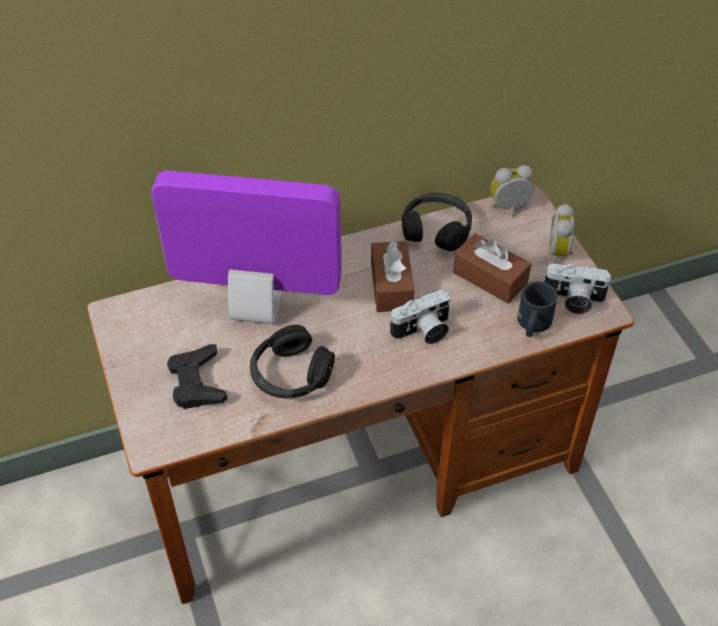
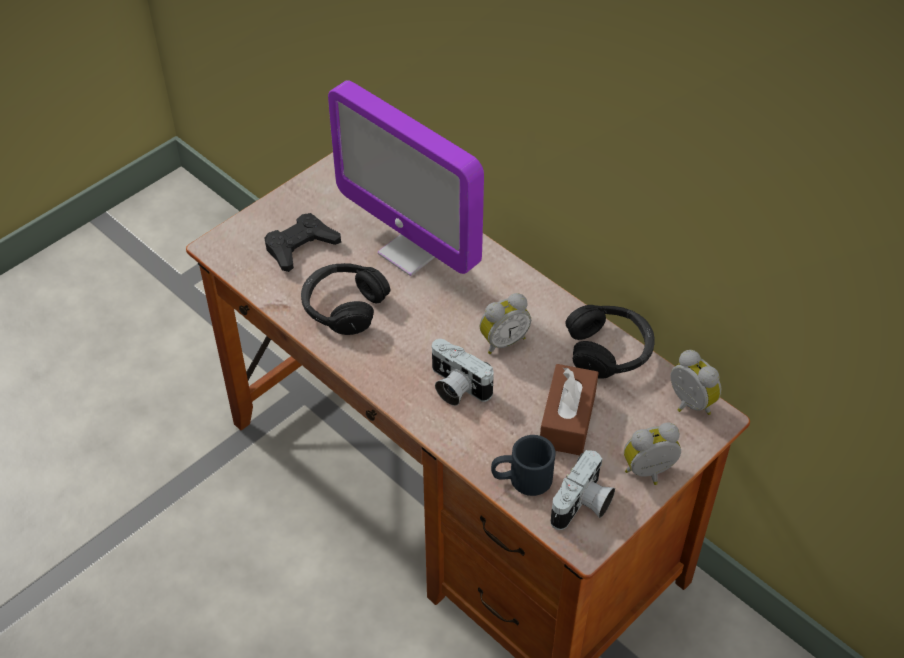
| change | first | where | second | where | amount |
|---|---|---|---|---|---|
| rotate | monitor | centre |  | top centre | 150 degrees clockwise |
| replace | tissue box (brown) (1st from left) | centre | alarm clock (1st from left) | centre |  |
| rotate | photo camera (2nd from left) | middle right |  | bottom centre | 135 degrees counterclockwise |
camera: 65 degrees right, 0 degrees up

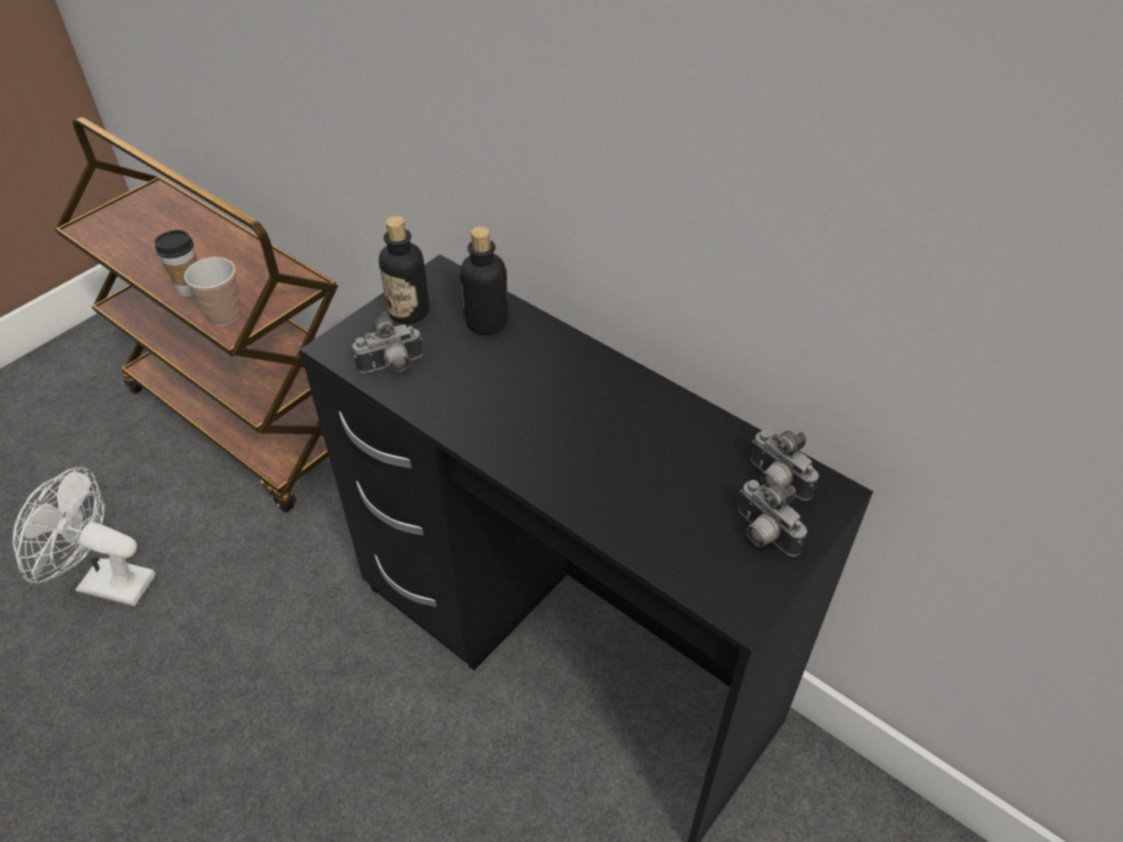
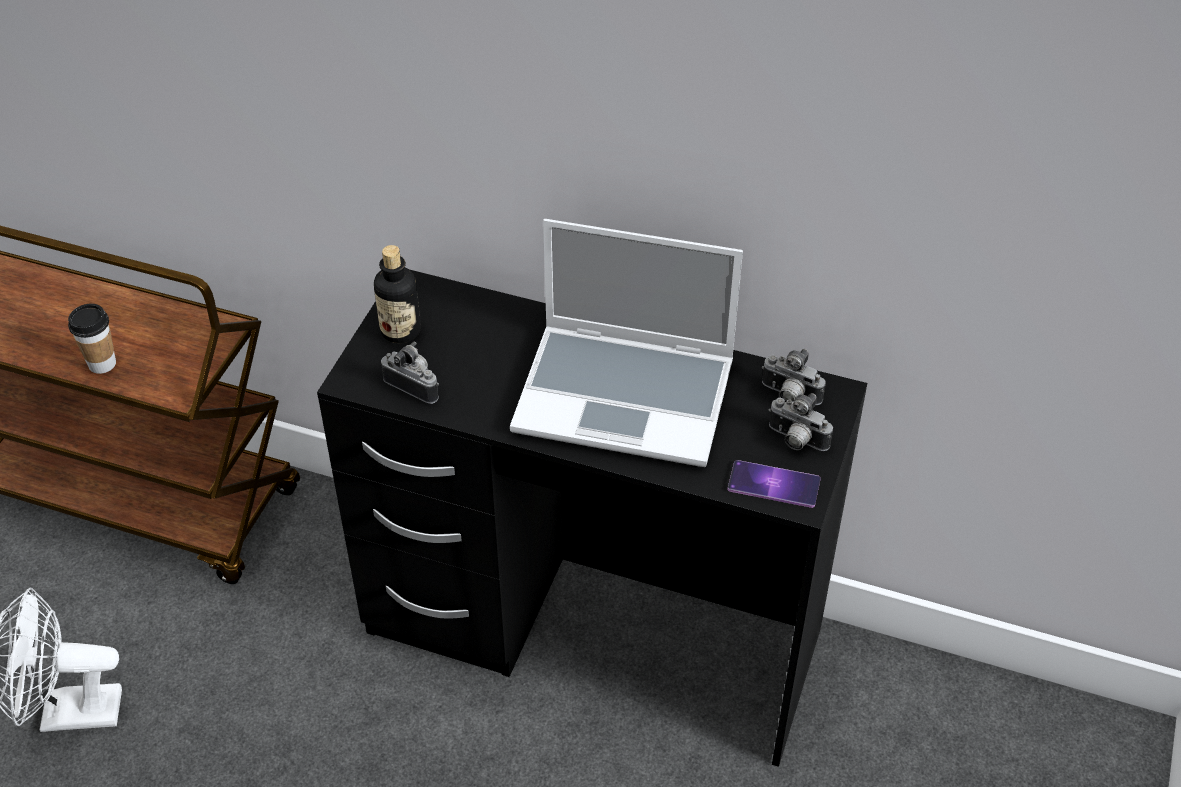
| change | first | where | second | where | amount |
|---|---|---|---|---|---|
| delete | bottle (2nd from left) | centre |  |  |  |
| delete | cup (2nd from left) | middle left |  |  |  |
| rotate | photo camera (1st from left) | centre |  | centre | 105 degrees counterclockwise |
| insert |  |  | laptop | centre |  |
| insert |  |  | phone | centre |  |
camera: 20 degrees left, 0 degrees up

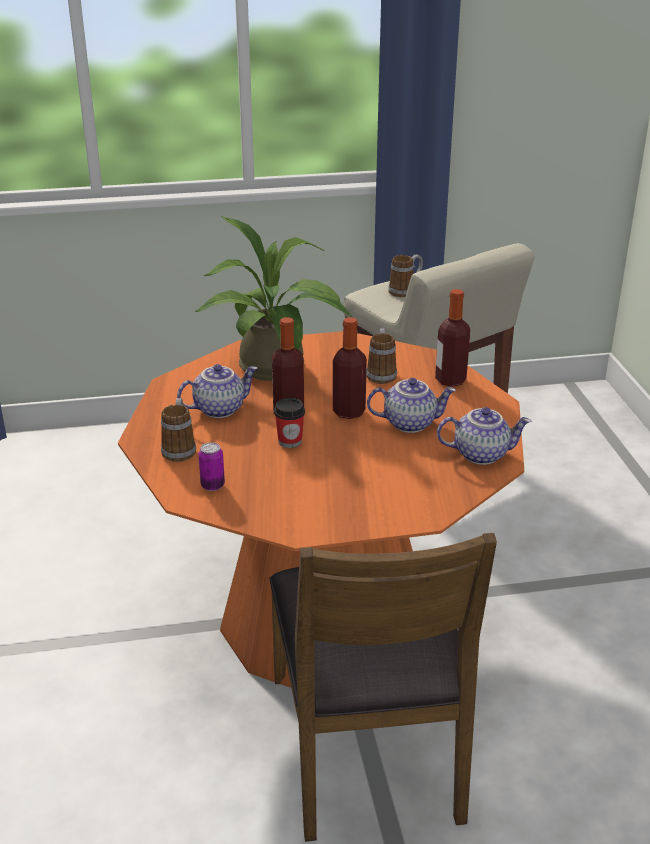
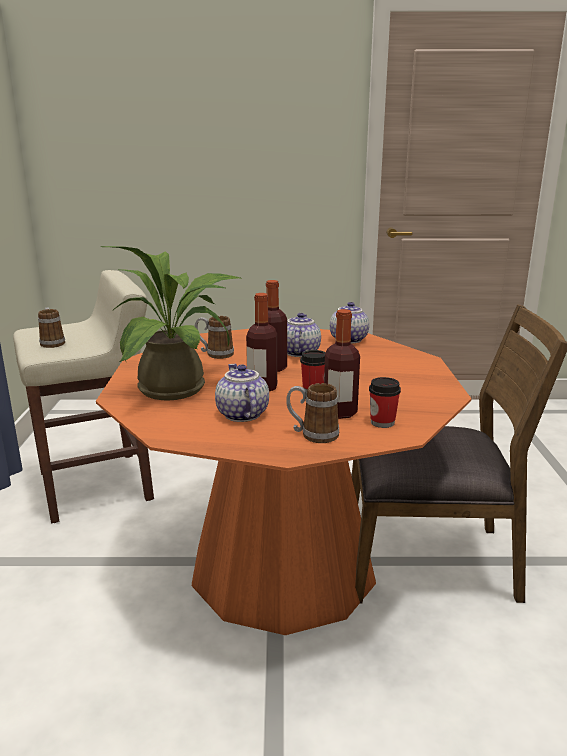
| change | first | where | second | where | amount |
|---|---|---|---|---|---|
| move | bottle (3rd from left) | middle right |  | centre |  |
| replace | can | middle left | cup (2nd from left) | middle right |  |
camera: 80 degrees left, 10 degrees down

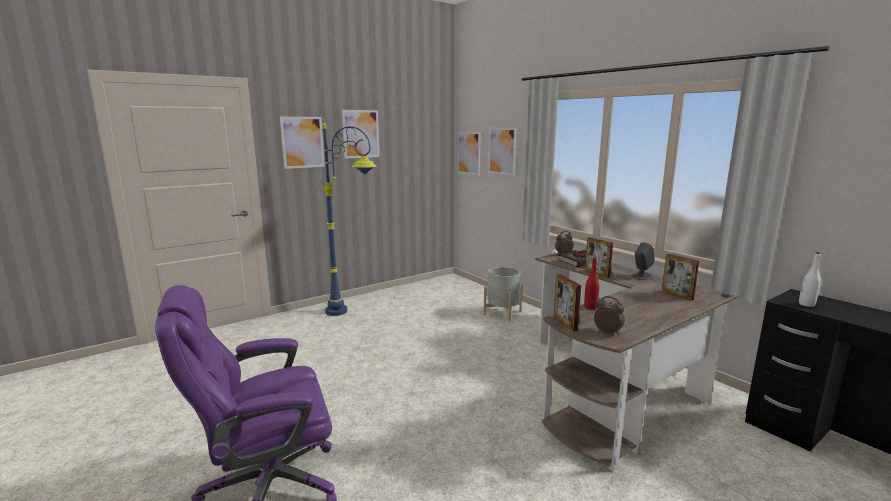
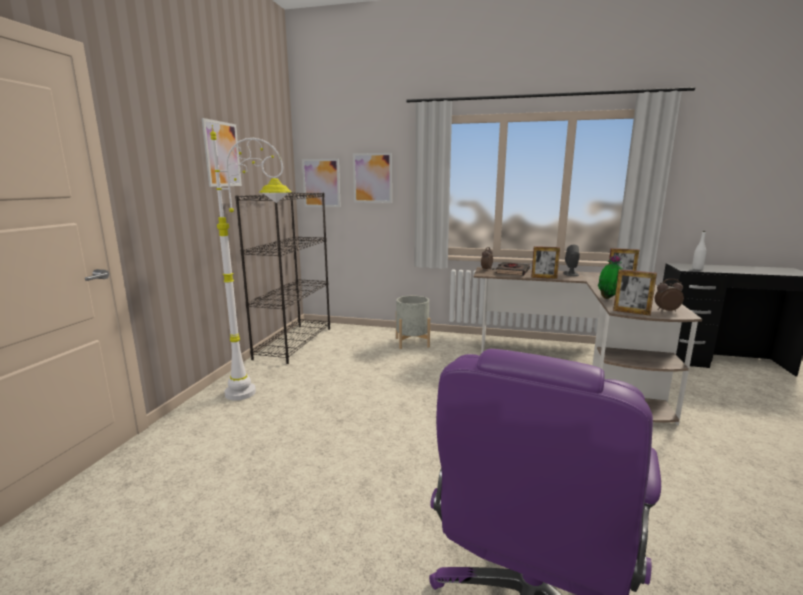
| change | first | where | second | where | amount |
|---|---|---|---|---|---|
| delete | picture (1st from left) | top centre |  |  |  |
| recolor | floor lamp (blue) | centre | floor lamp (white) | middle left |  |
| replace | bottle (red) | centre | potted plant | middle right |  |
| insert |  |  | bookcase (black) | centre |  |
camera: 40 degrees left, 0 degrees up

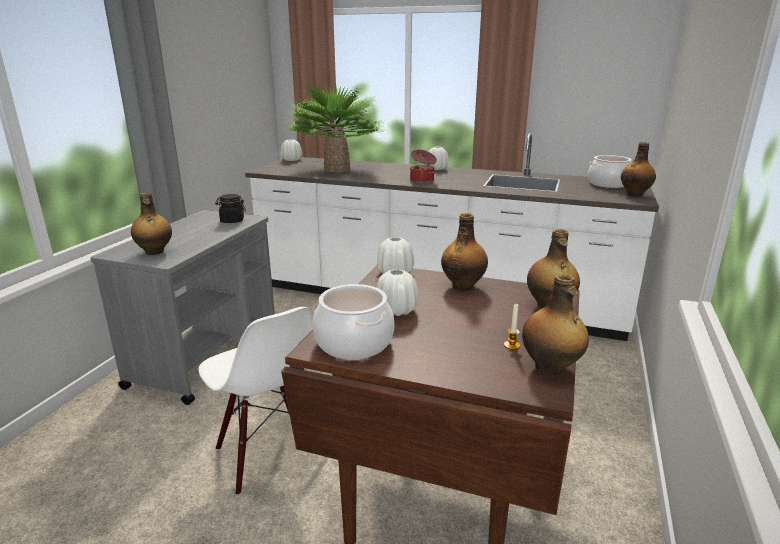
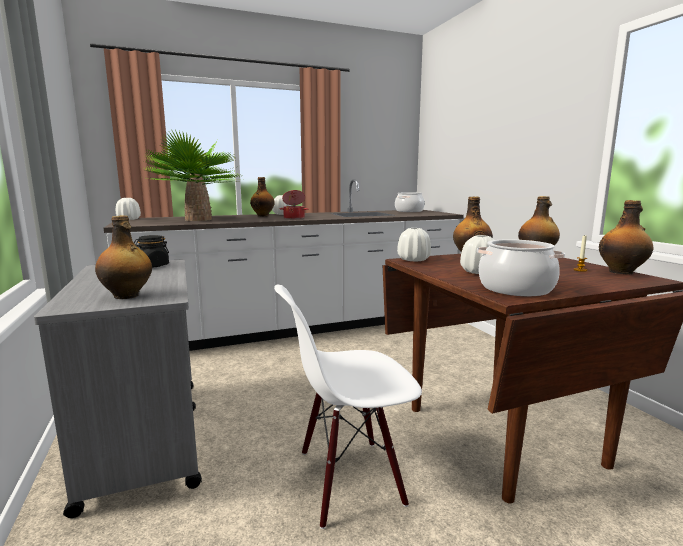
| change | first | where | second | where | amount |
|---|---|---|---|---|---|
| move | bottle (5th from left in the first image) | top right | bottle (2nd from left) | centre |  |
| rotate | chair (white) | bottom left |  | bottom centre | 150 degrees clockwise |
camera: 40 degrees left, 10 degrees down

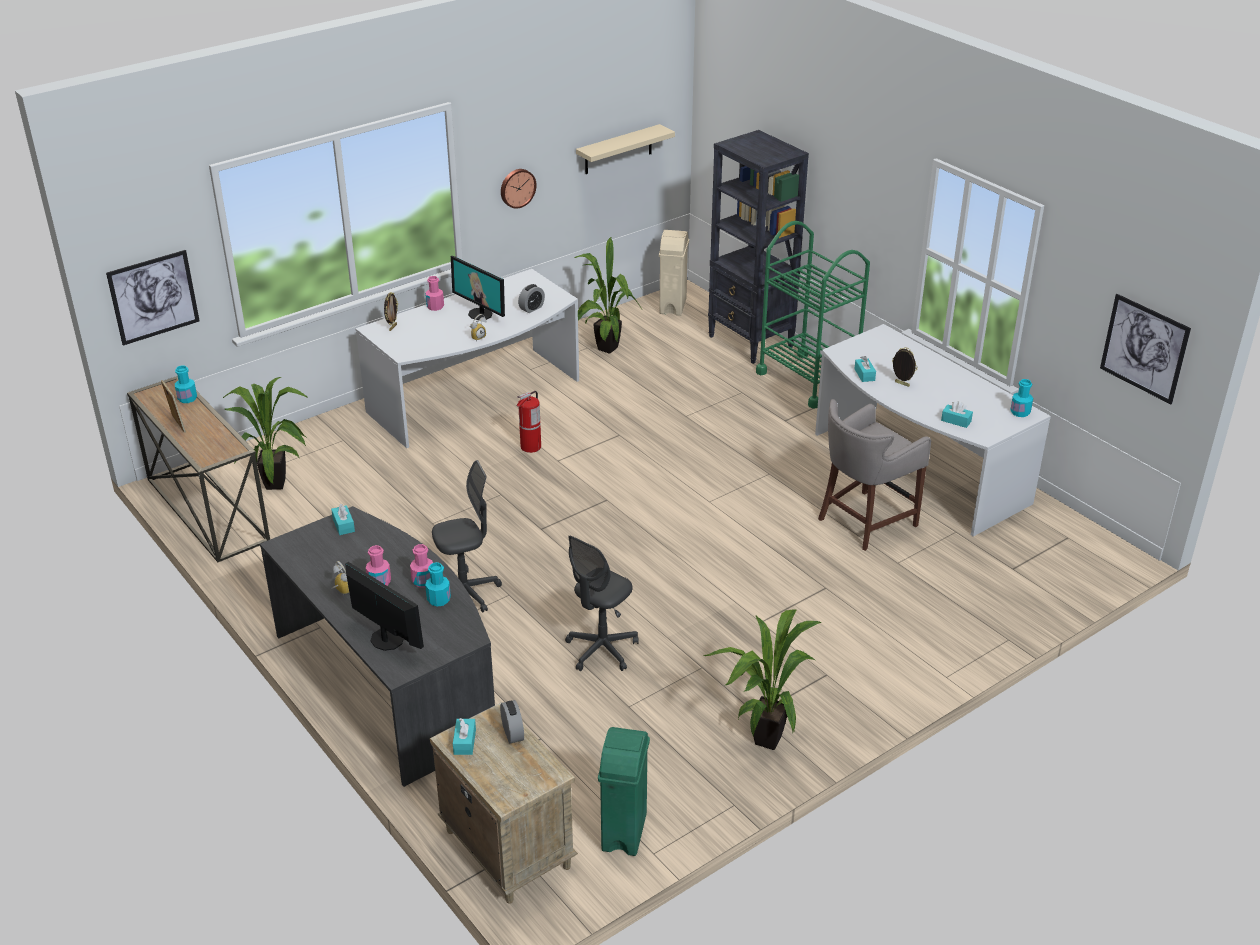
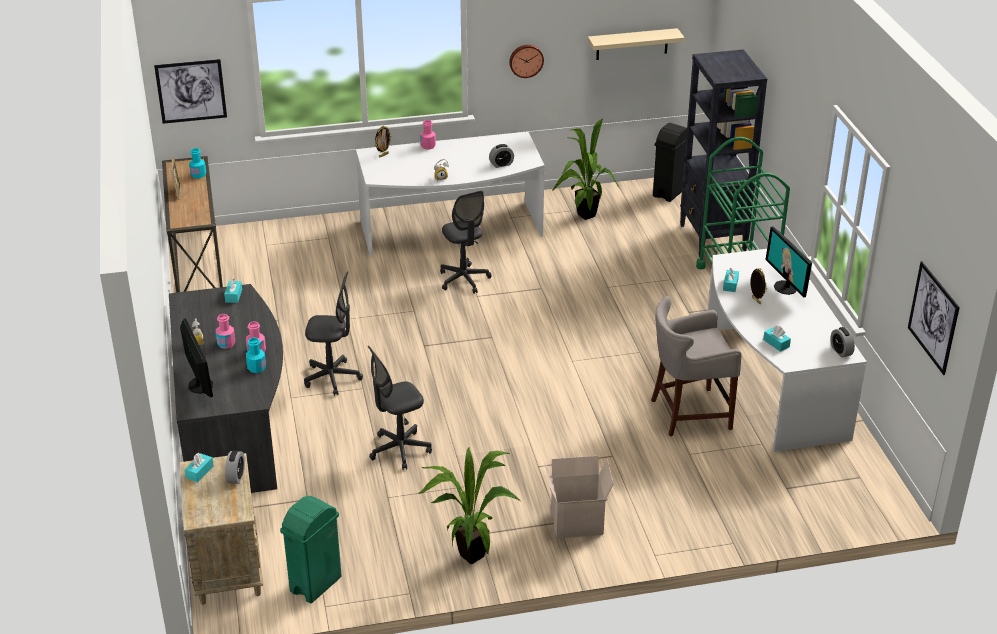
| change | first | where | second | where | amount |
|---|---|---|---|---|---|
| recolor | trash can (beige) | top centre | trash can (black) | top right |  |
| move | monitor (2nd from left) | top centre |  | middle right |  |
| delete | potted plant (1st from left) | middle left |  |  |  |
| replace | bottle (turquoise) (3rd from left) | middle right | alarm clock (5th from left) | middle right |  |
| replace | fire extinguisher | centre | office chair (grey) (3rd from left) | centre |  |
| insert |  |  | cardboard box | bottom centre |  |
camera: 25 degrees right, 0 degrees up

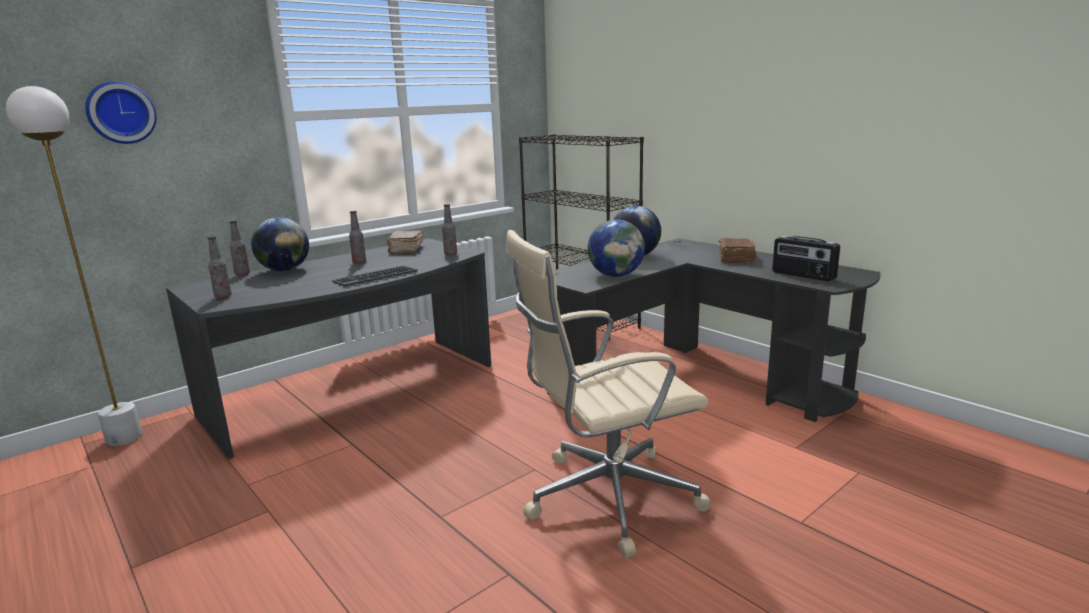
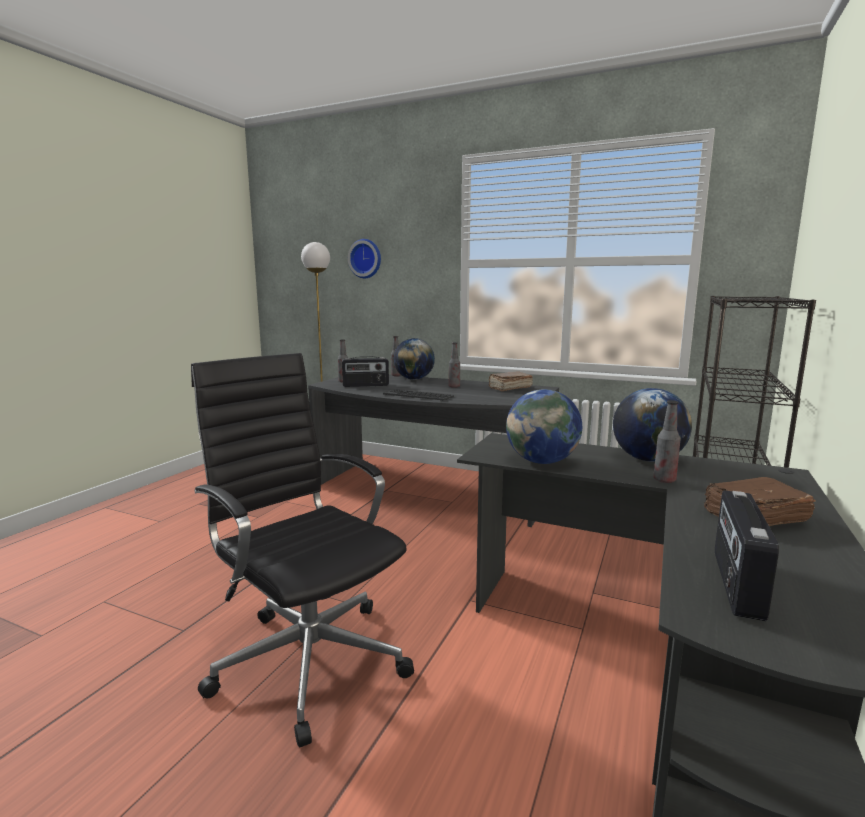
| change | first | where | second | where | amount |
|---|---|---|---|---|---|
| move | bottle (4th from left) | centre |  | middle right |  |
| recolor | office chair (beige) | centre | office chair (black) | bottom centre |  |
| insert |  |  | radio (1st from left) | centre |  |
camera: 65 degrees right, 5 degrees down

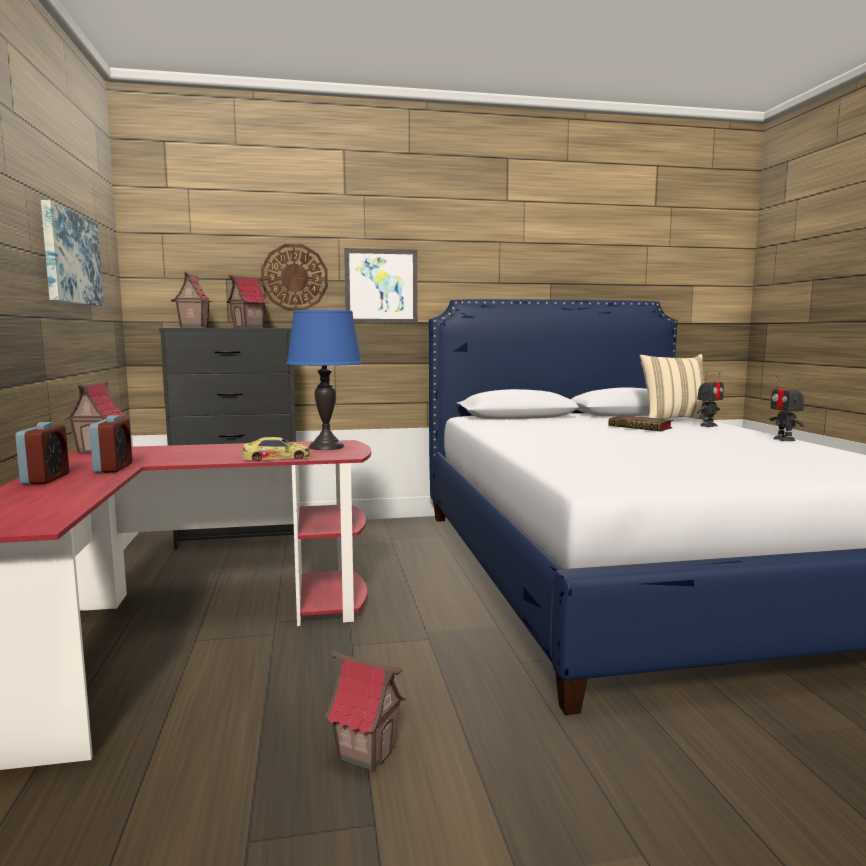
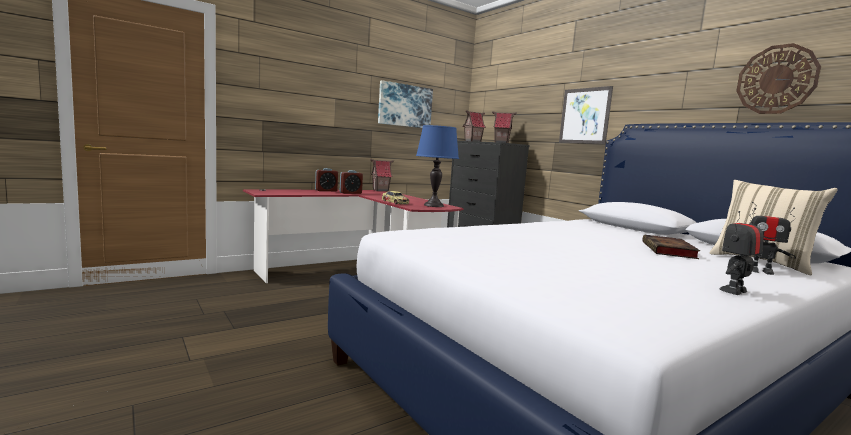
| change | first | where | second | where | amount |
|---|---|---|---|---|---|
| move | wall clock | top centre |  | top right |  |
| delete | toy house (4th from left) | bottom centre |  |  |  |
camera: 65 degrees right, 0 degrees up

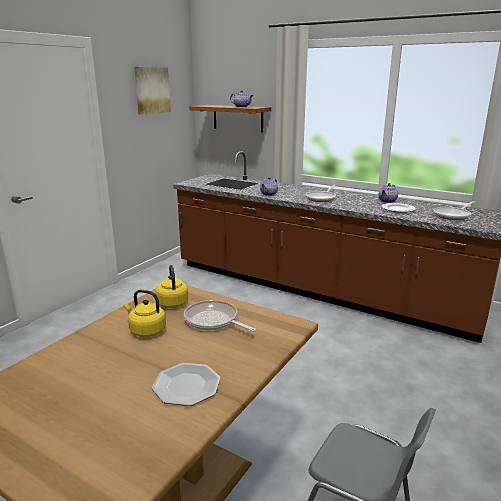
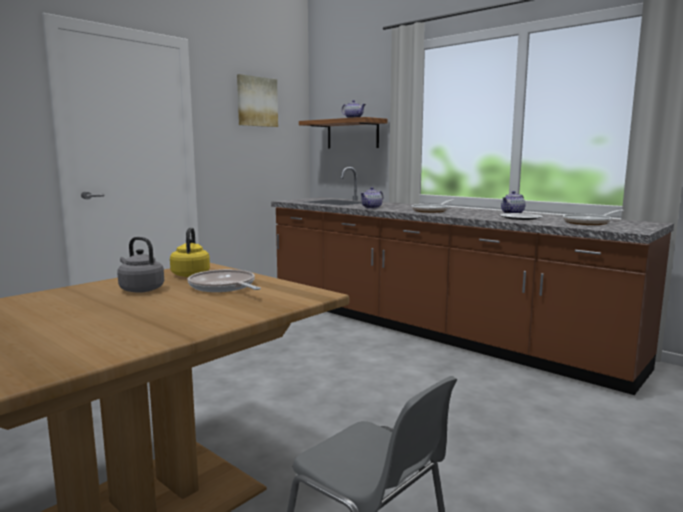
| change | first | where | second | where | amount |
|---|---|---|---|---|---|
| recolor | kettle (yellow) (1st from left) | middle left | kettle (grey) | middle left |  |
| delete | plate (1st from left) | bottom centre |  |  |  |
camera: 10 degrees right, 10 degrees down

